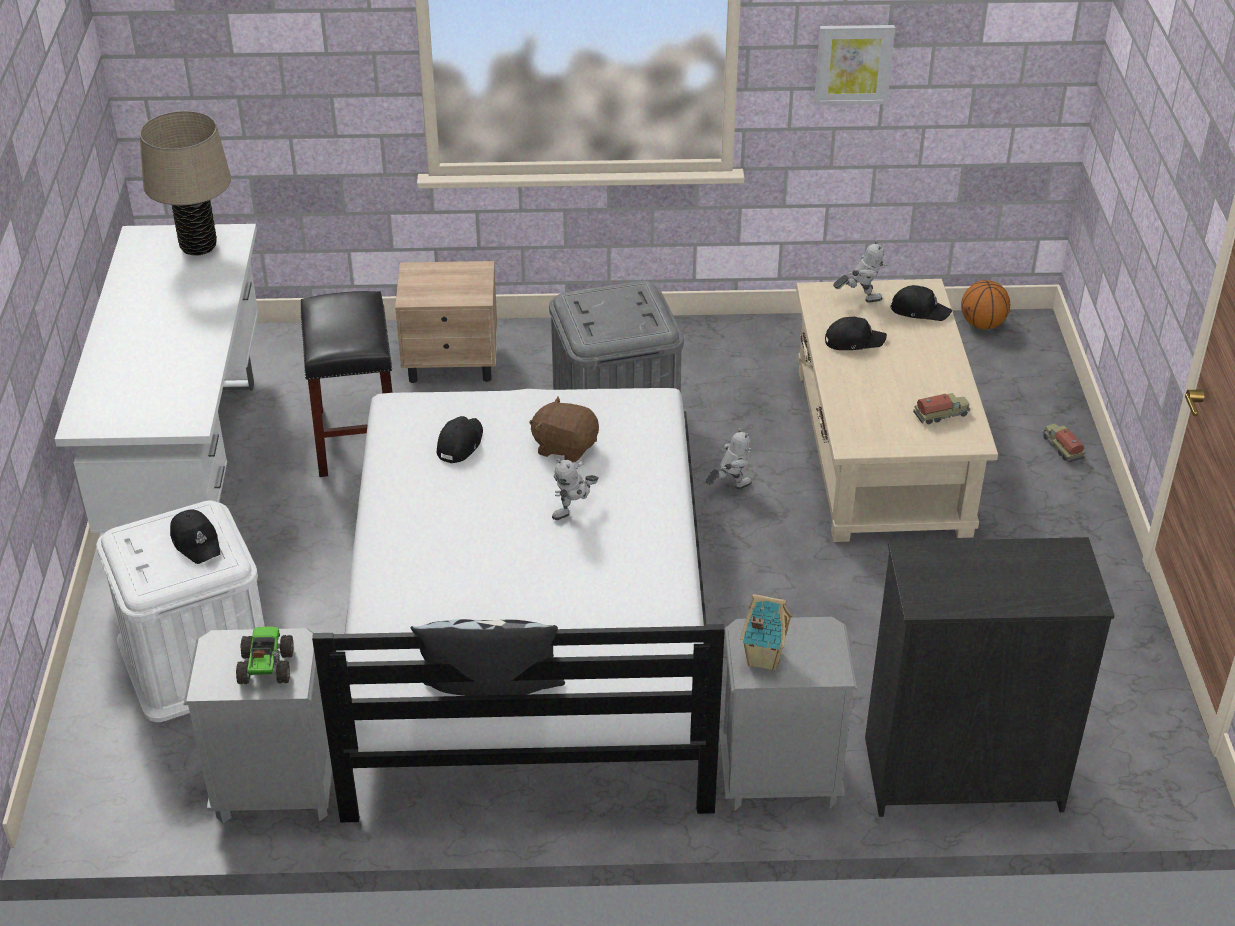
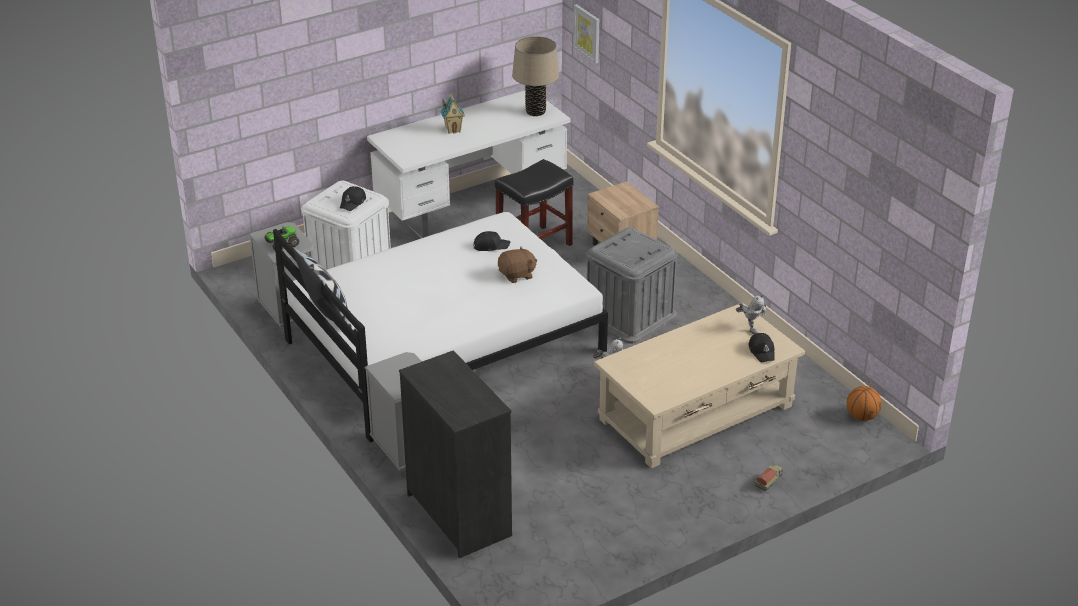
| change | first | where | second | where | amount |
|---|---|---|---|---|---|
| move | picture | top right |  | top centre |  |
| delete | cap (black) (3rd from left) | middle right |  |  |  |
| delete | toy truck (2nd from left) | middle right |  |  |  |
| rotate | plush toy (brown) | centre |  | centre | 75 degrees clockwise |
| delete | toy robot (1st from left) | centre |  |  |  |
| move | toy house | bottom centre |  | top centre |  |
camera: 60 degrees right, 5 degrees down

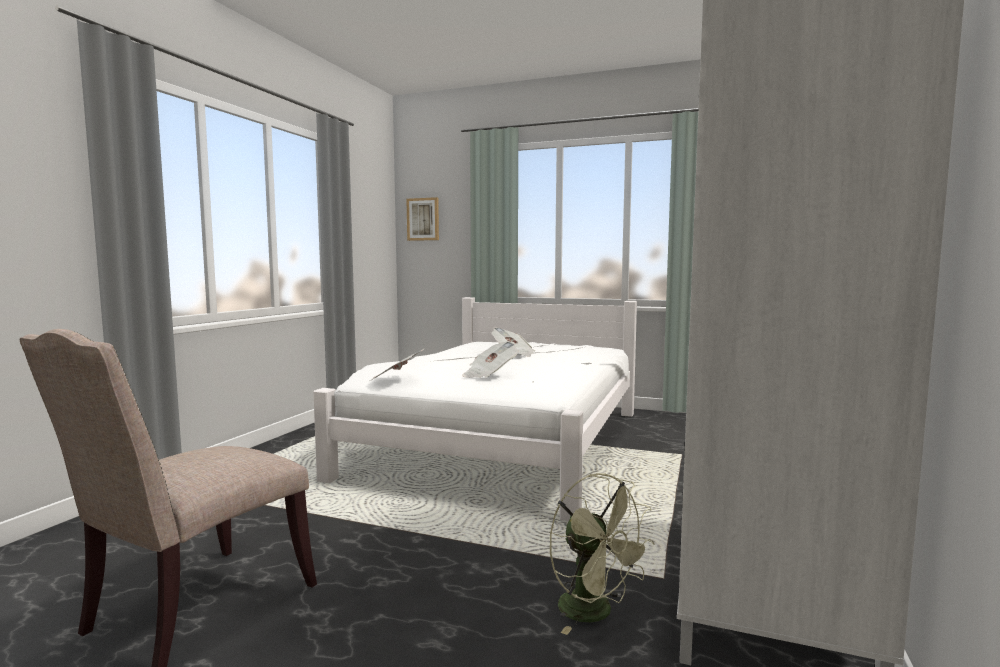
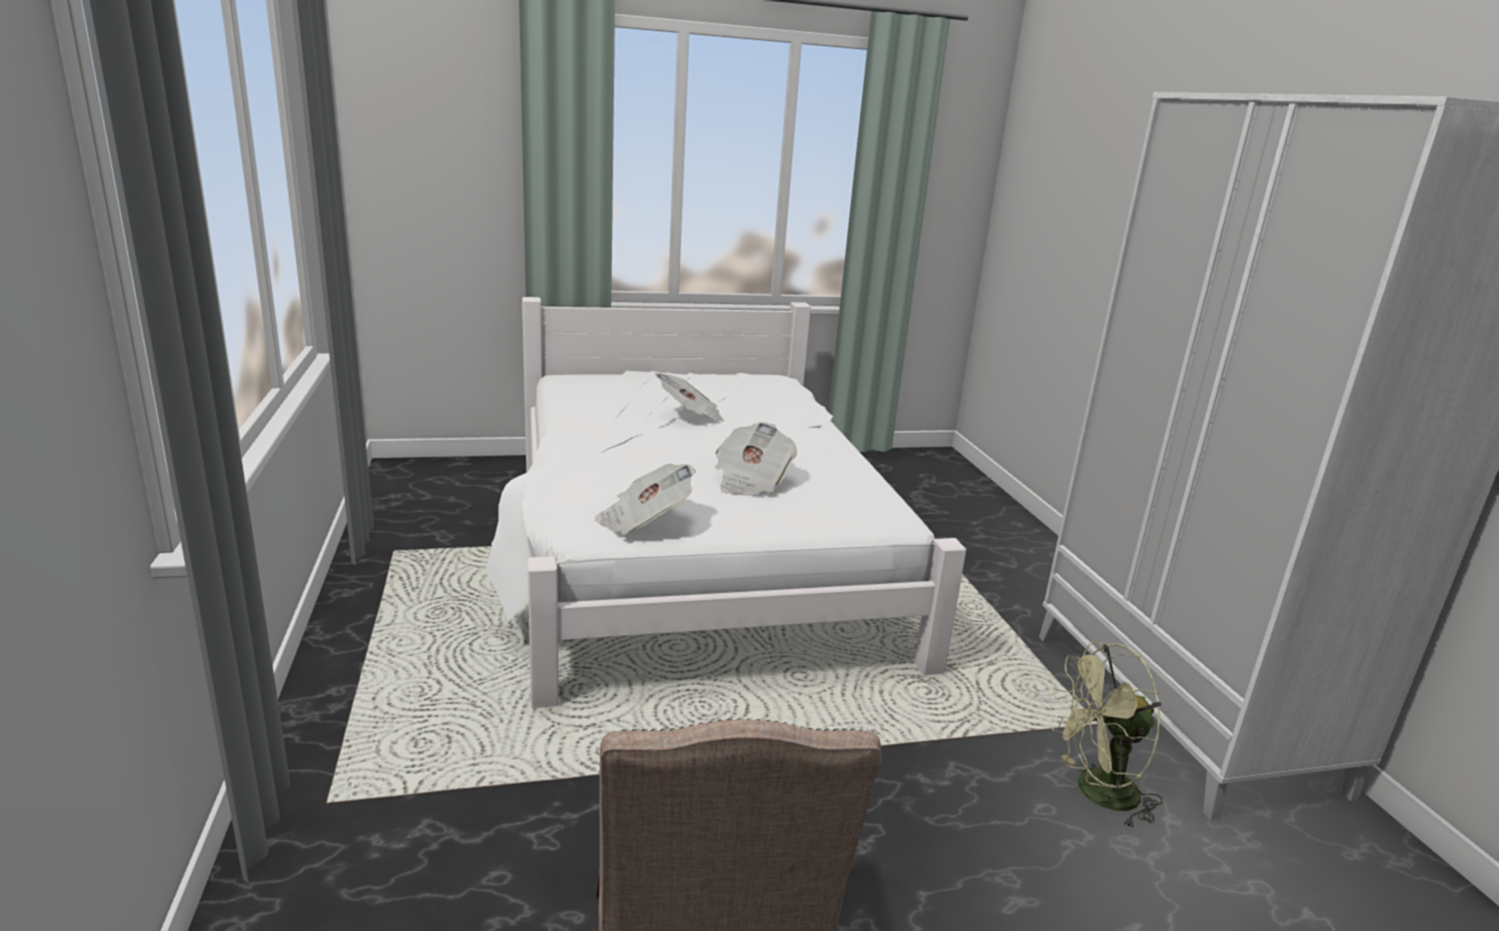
| change | first | where | second | where | amount |
|---|---|---|---|---|---|
| delete | picture | top centre |  |  |  |
| rotate | fan (green) | bottom centre |  | bottom right | 150 degrees clockwise |
camera: 35 degrees left, 15 degrees up

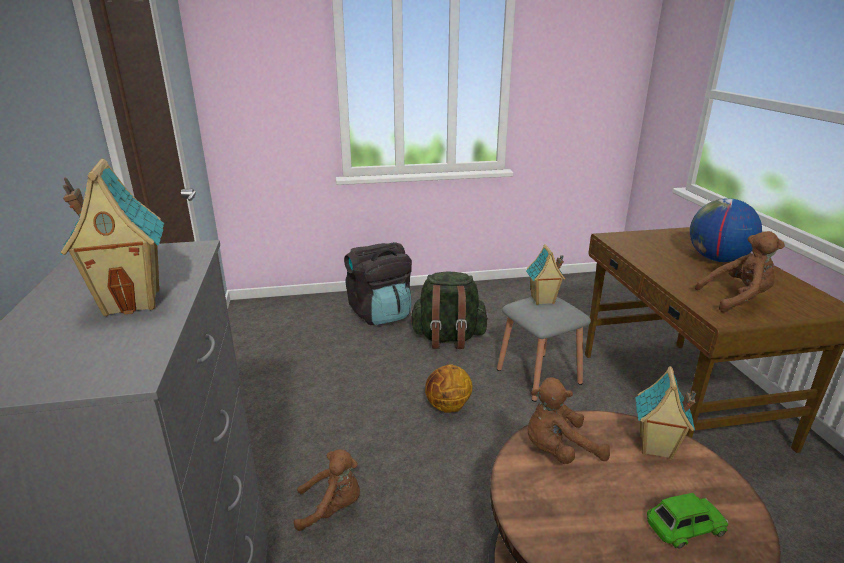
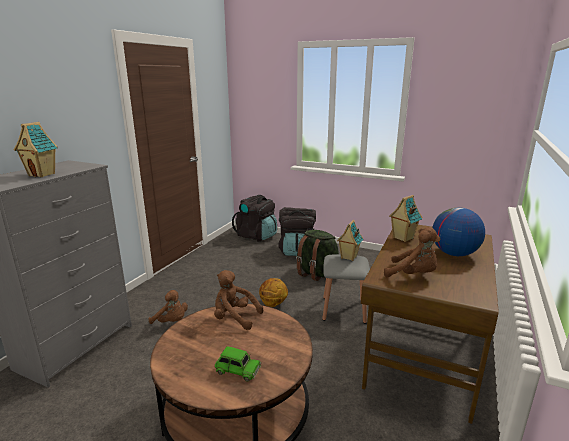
| change | first | where | second | where | amount |
|---|---|---|---|---|---|
| move | toy house (3rd from left) | bottom right |  | middle right |  |
| insert |  |  | backpack (black) (1st from left) | centre |  |
camera: 35 degrees right, 5 degrees down

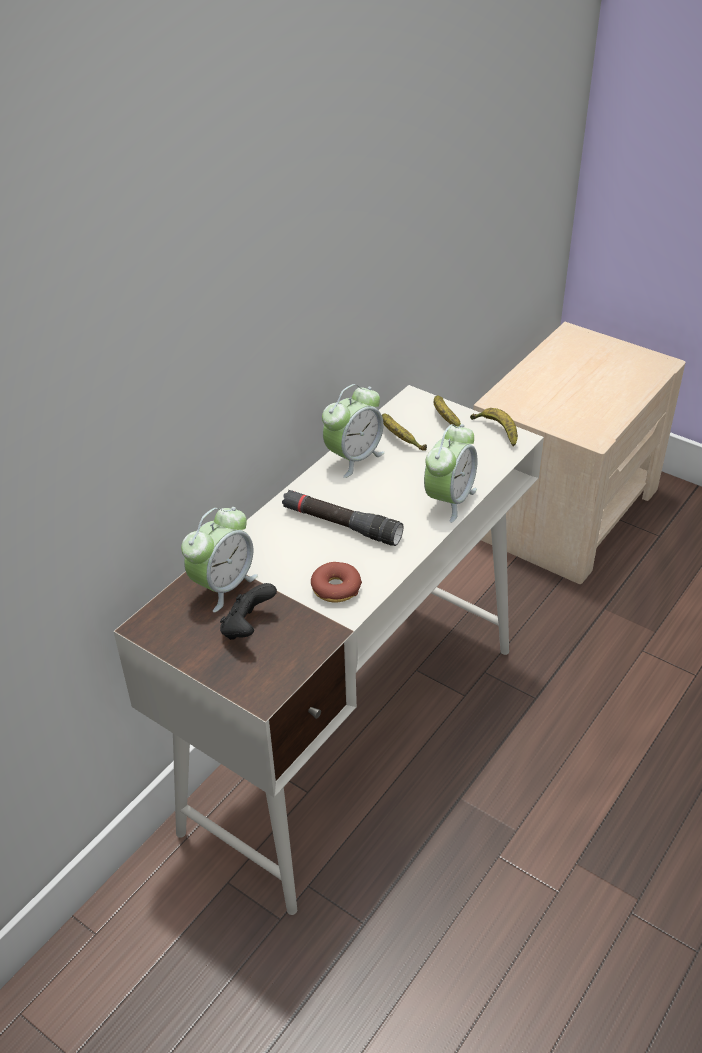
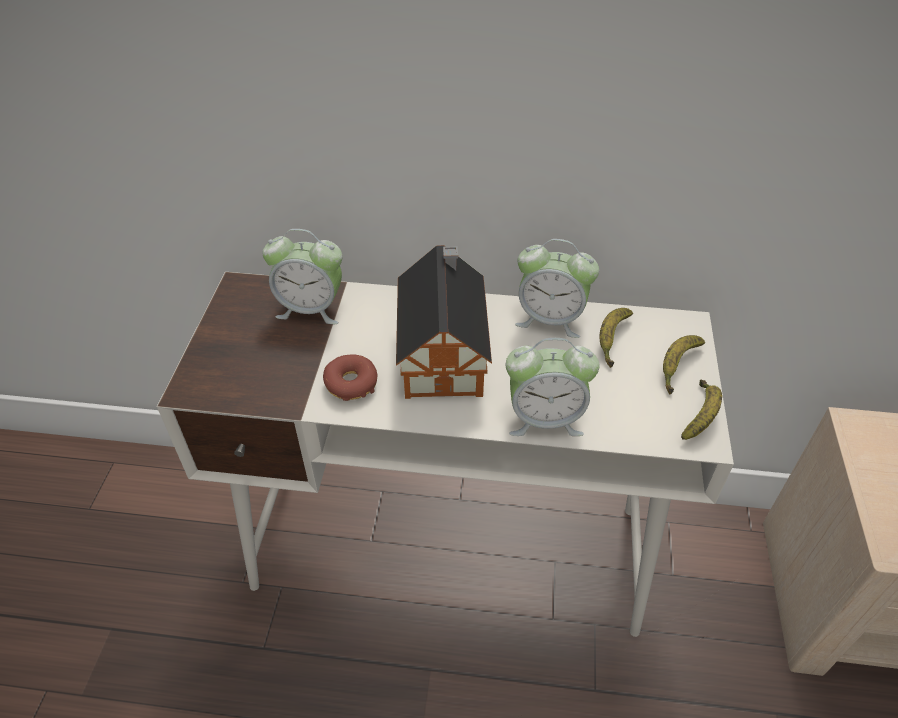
| change | first | where | second | where | amount |
|---|---|---|---|---|---|
| replace | flashlight (black) | centre | toy house | centre |  |
| delete | game controller (black) | centre |  |  |  |
camera: 60 degrees right, 5 degrees up

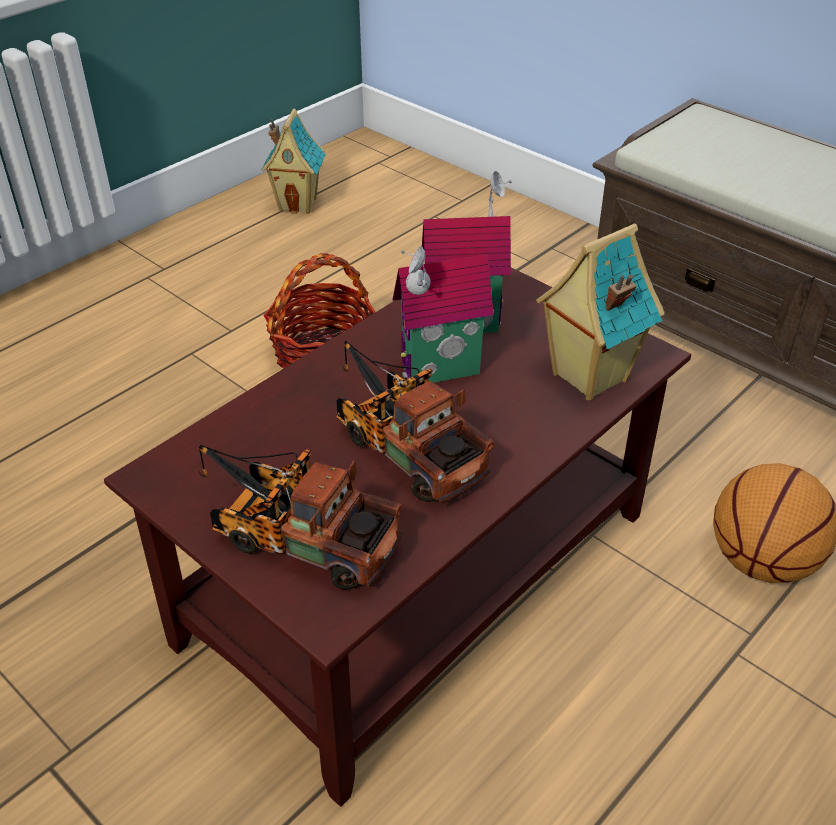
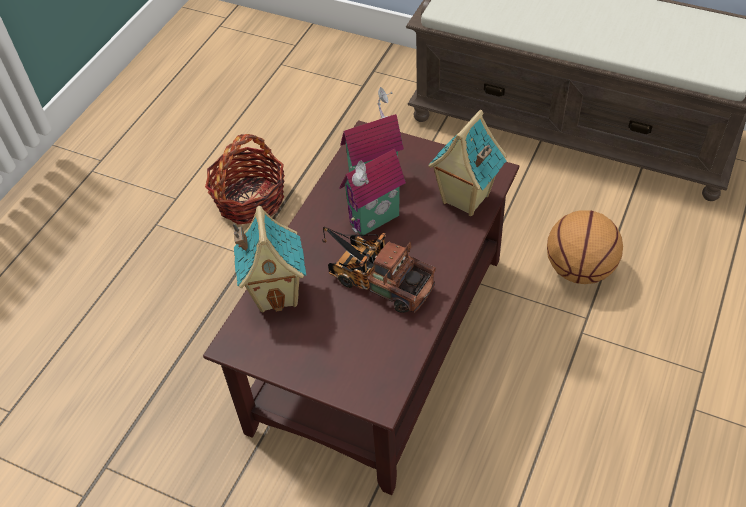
| change | first | where | second | where | amount |
|---|---|---|---|---|---|
| move | toy house (1st from left) | top centre |  | centre |  |
| delete | toy truck (1st from left) | centre |  |  |  |
camera: 15 degrees left, 10 degrees up

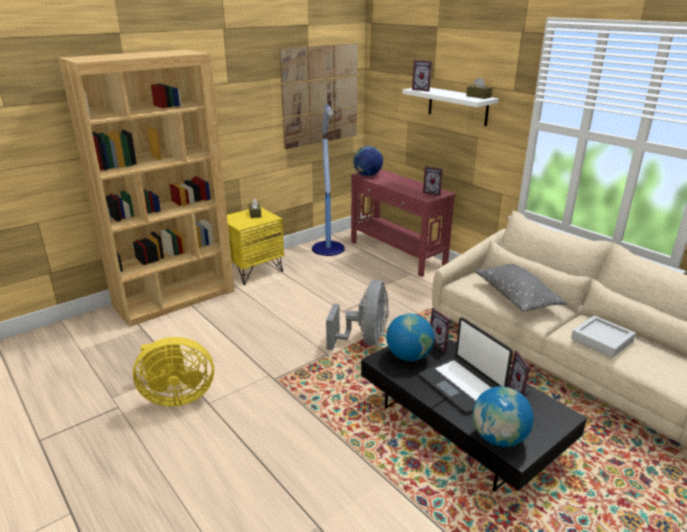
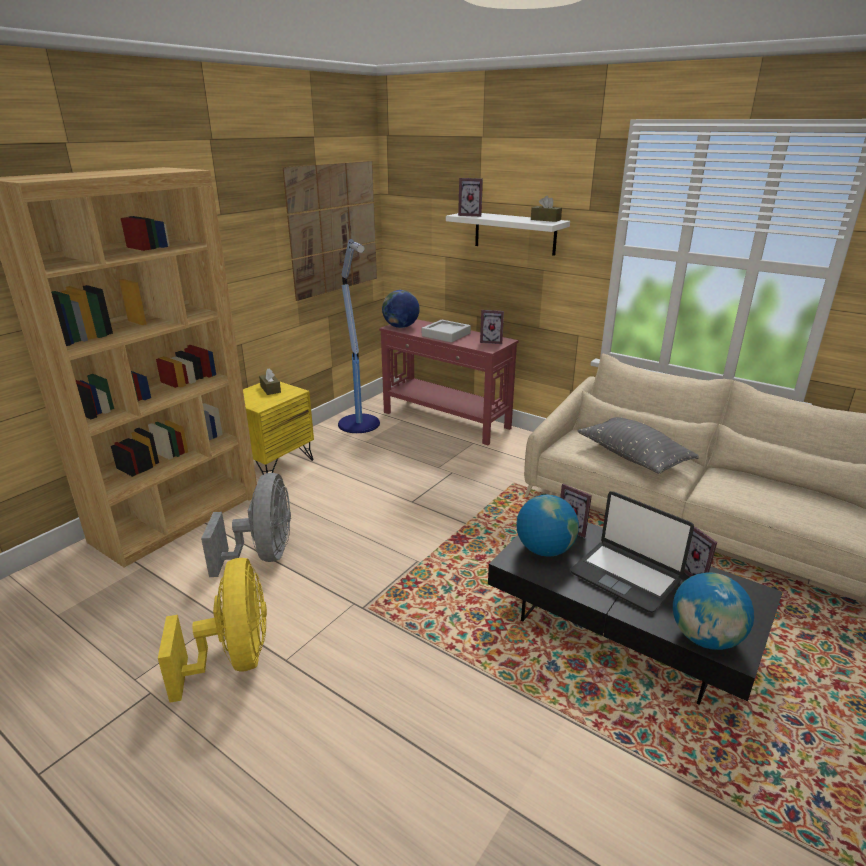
| change | first | where | second | where | amount |
|---|---|---|---|---|---|
| move | fan (grey) | centre |  | middle left |  |
| move | tray (grey) | middle right |  | centre |  |
| rotate | fan (yellow) | bottom left |  | bottom left | 75 degrees counterclockwise |
camera: 15 degrees left, 0 degrees up

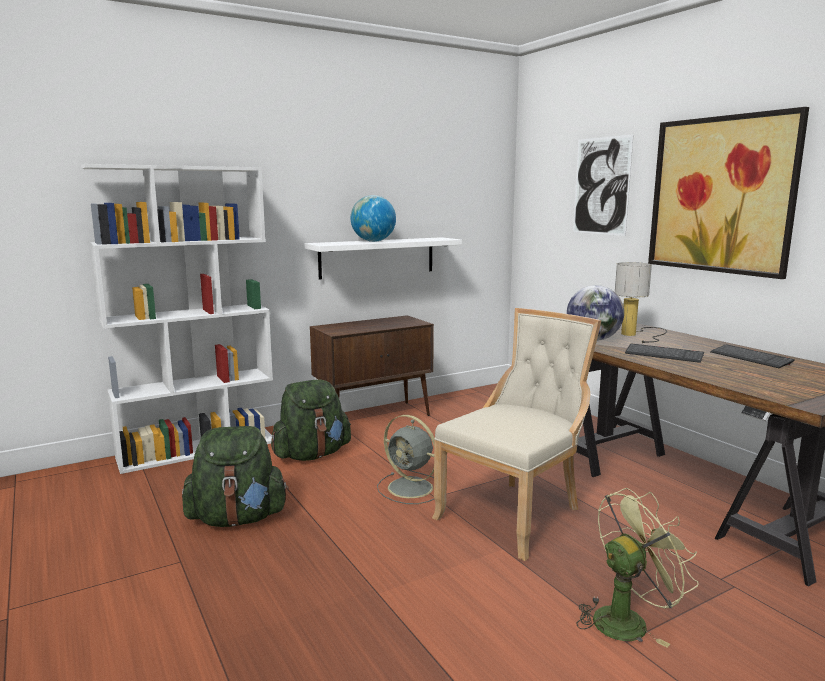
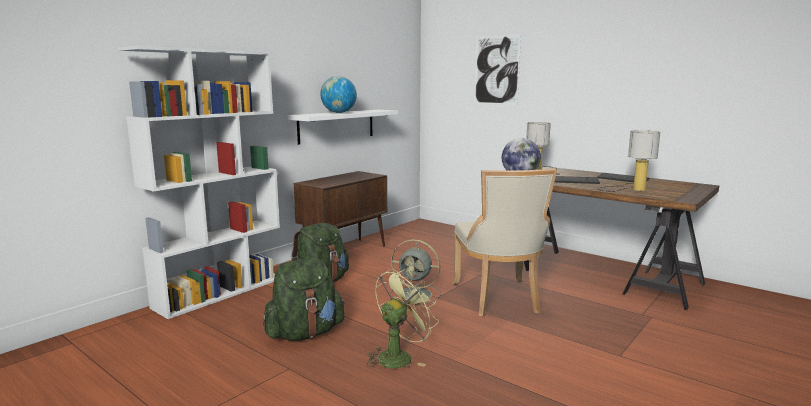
| change | first | where | second | where | amount |
|---|---|---|---|---|---|
| delete | picture (2nd from left) | top right |  |  |  |
| rotate | chair (beige) | centre |  | centre | 150 degrees clockwise |
| move | fan (green) | bottom right |  | bottom centre |  |
| insert |  |  | table lamp (2nd from left) | middle right |  |
camera: 20 degrees left, 0 degrees up

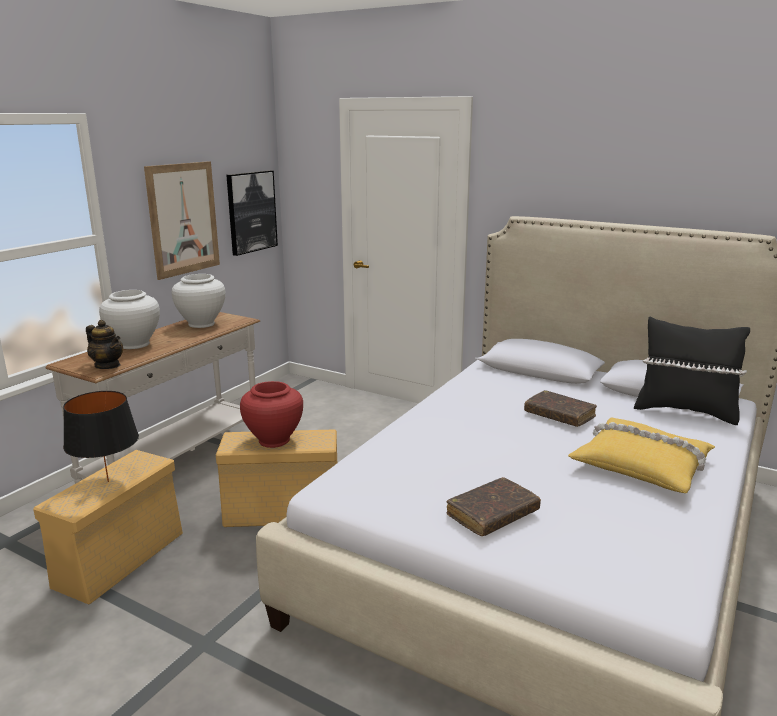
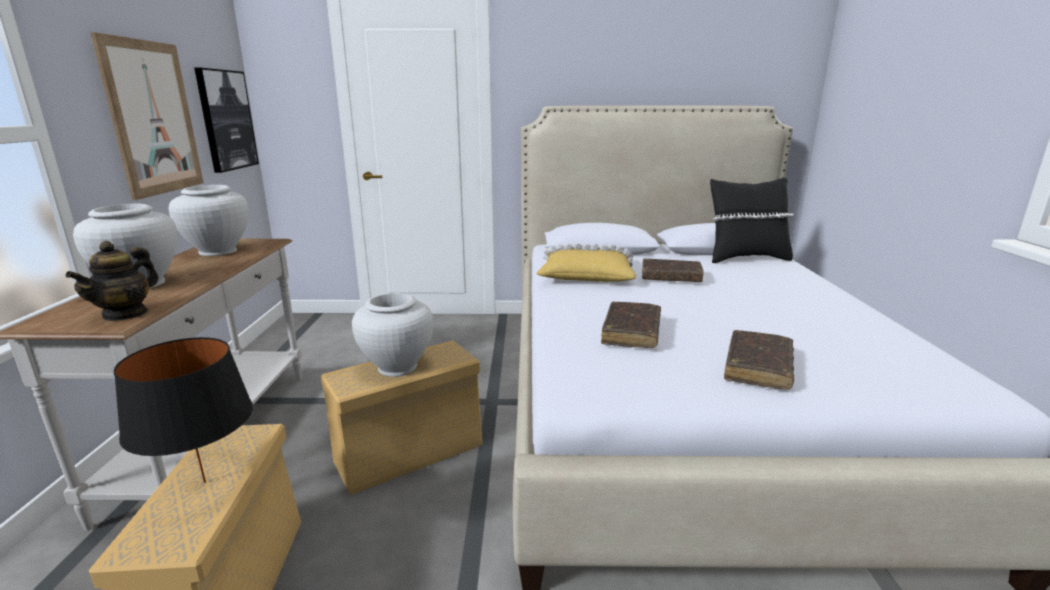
| change | first | where | second | where | amount |
|---|---|---|---|---|---|
| rotate | teapot | middle left |  | middle left | 105 degrees clockwise |
| recolor | vase (red) | centre | vase (white) (3rd from left) | centre |  |
| move | pillow (yellow) | middle right |  | centre |  |
| insert |  |  | book (brown) (1st from left) | centre |  |
camera: 30 degrees left, 0 degrees up

